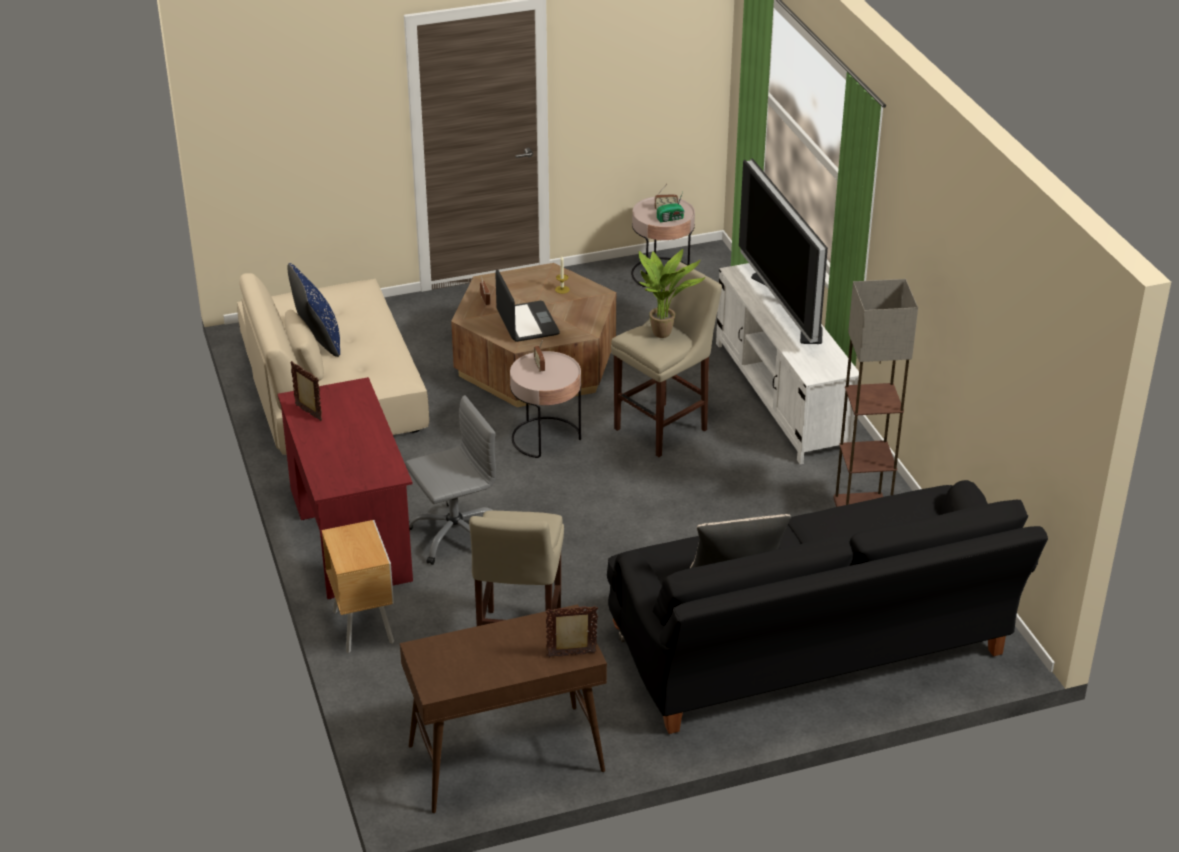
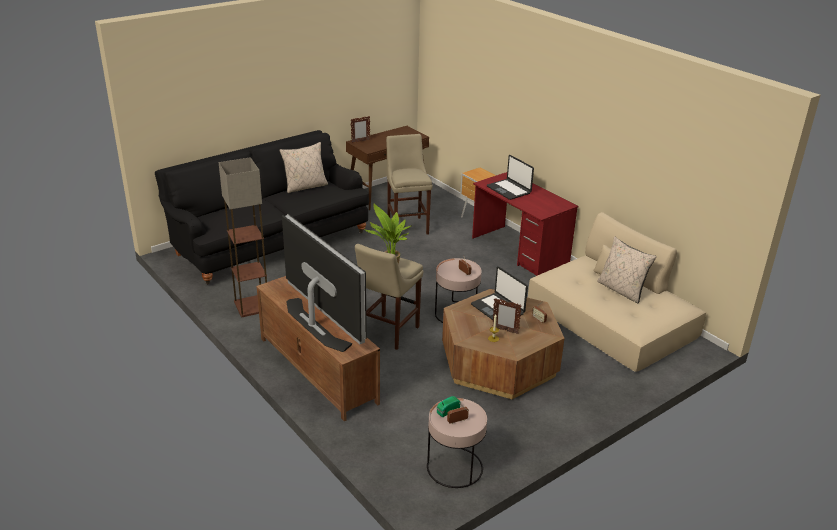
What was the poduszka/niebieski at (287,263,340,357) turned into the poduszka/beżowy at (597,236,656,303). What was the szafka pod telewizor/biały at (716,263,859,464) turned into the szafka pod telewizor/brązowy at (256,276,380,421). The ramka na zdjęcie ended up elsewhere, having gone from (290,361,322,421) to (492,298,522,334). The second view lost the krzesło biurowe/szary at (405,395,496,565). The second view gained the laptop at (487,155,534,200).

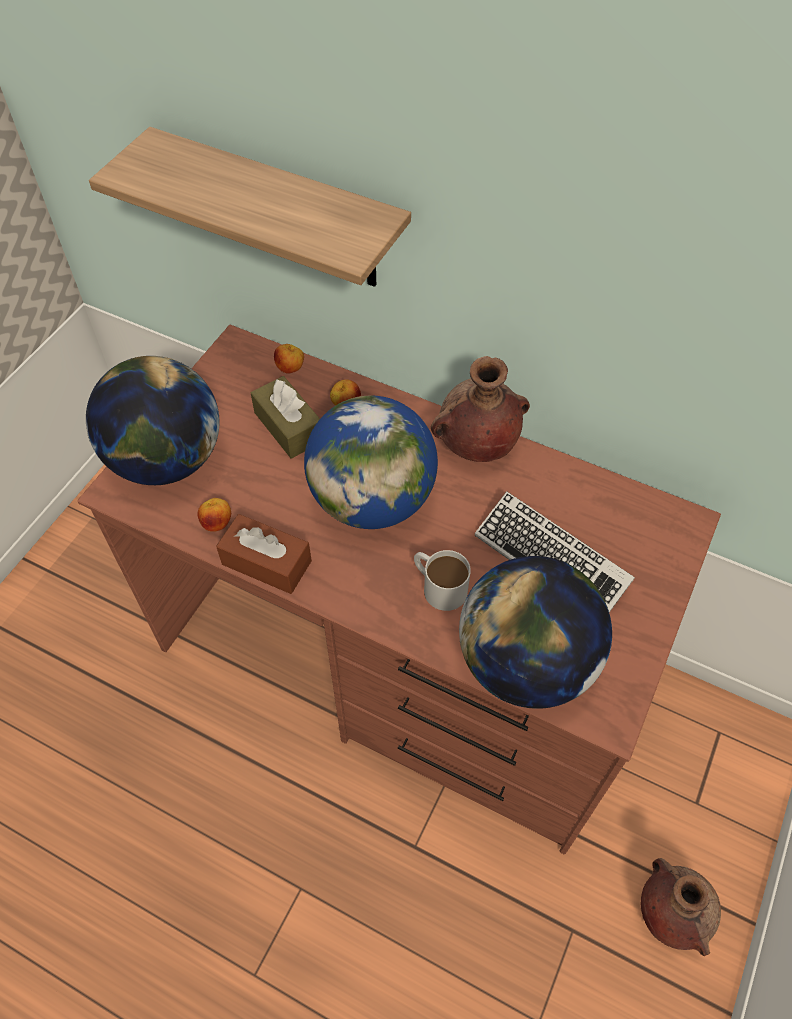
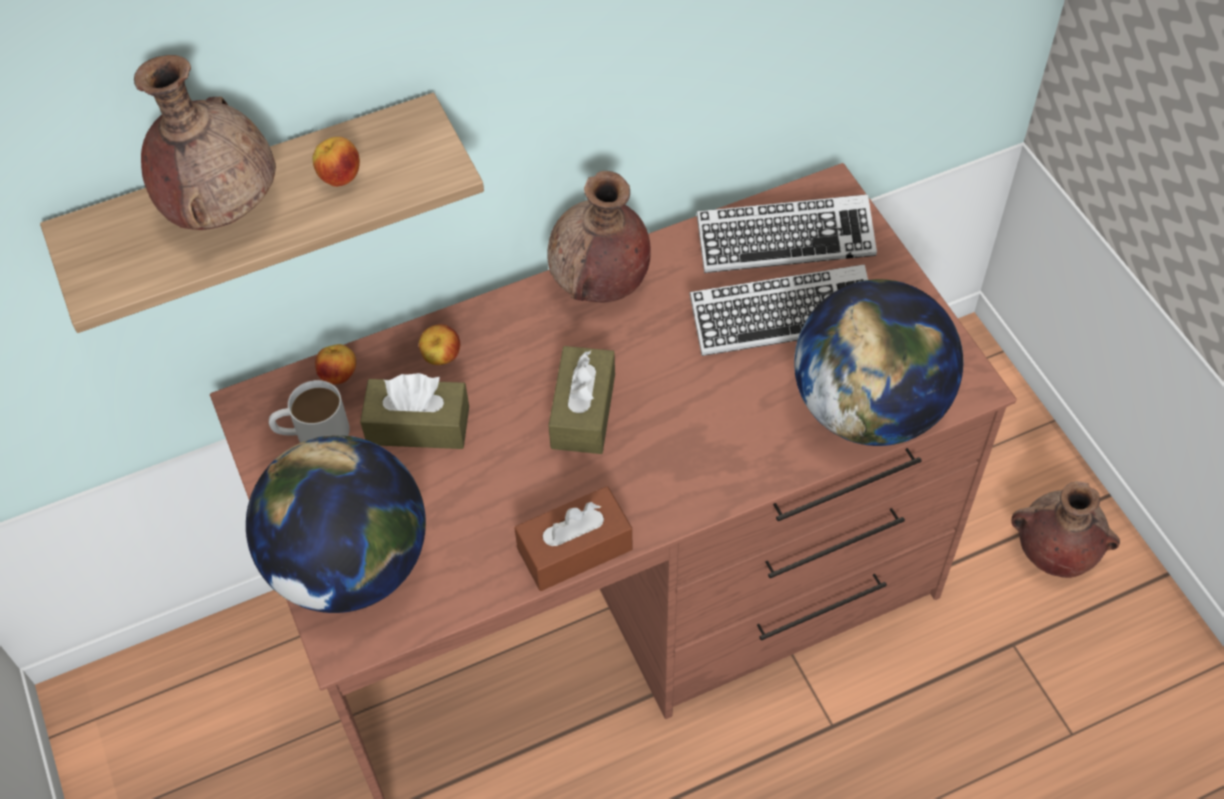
Where the globus stood at (304,395,438,529), the pudełko chusteczek/brązowy came to stand at (548,346,615,454). The jabłko ended up elsewhere, having gone from (197,498,231,532) to (312,137,360,187). The kubek/biały ended up elsewhere, having gone from (414,550,471,611) to (269,380,350,443). The second view gained the wazon/brązowy at (134,55,276,230). The second view gained the klawiatura at (696,194,877,273).

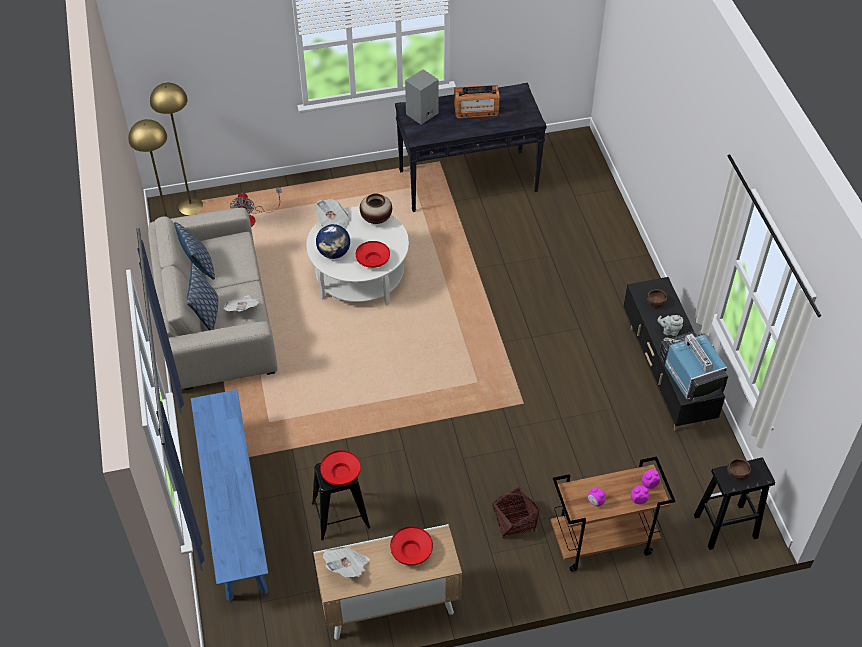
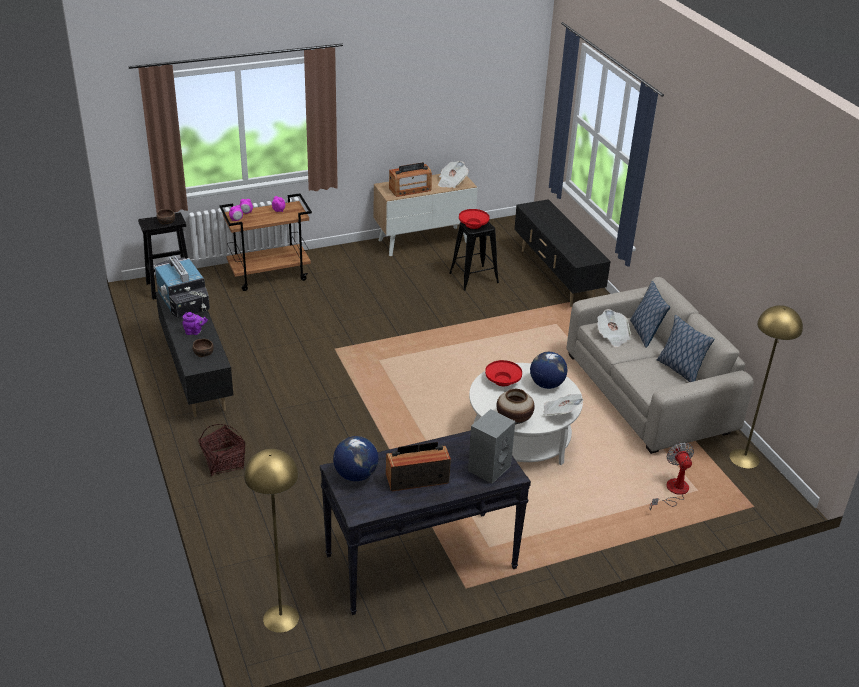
The lampa stojąca/żółty ended up elsewhere, having gone from (150,83,203,215) to (244,449,299,633). What was the imbryk/szary at (657,315,683,336) turned into the imbryk/fioletowy at (183,312,208,335). Where the ławka/niebieski stood at (191,390,268,602), the szafka pod telewizor/czarny came to stand at (514,199,611,307). The koszyk ended up elsewhere, having gone from (492,486,539,538) to (198,424,245,476). Where the miska/czerwony stood at (390,526,433,566), the radio came to stand at (389,162,432,197). The second view gained the globus at (333,436,378,481).

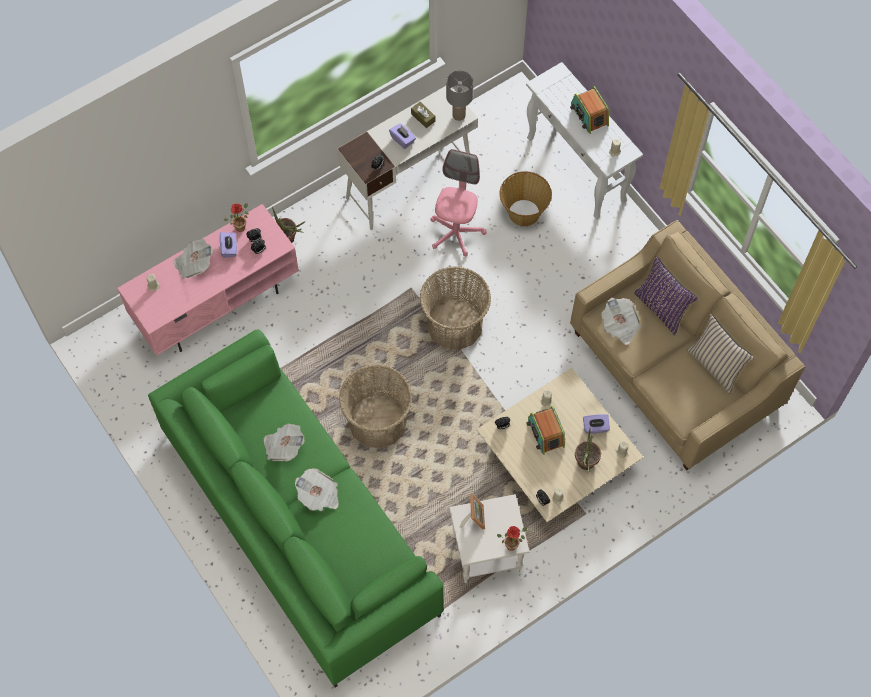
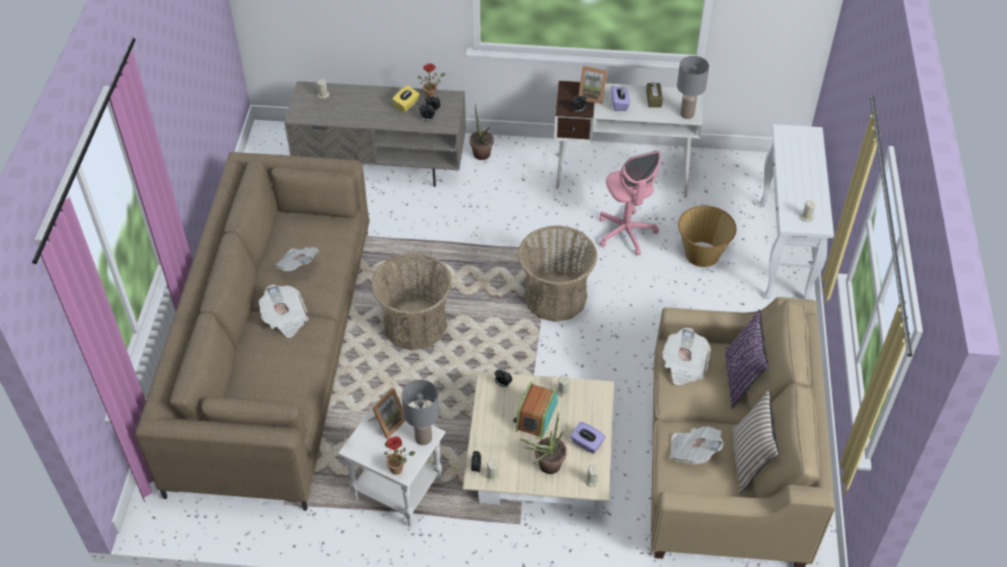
The second view lost the radio at (570,86,609,134). The krzesło biurowe/różowy at (430,149,486,257) ended up facing another way, 105 degrees clockwise from before. What was the szafka pod telewizor/różowy at (117,204,299,355) turned into the szafka pod telewizor/szary at (284,81,466,187). What was the pudełko chusteczek/fioletowy at (220,232,237,258) turned into the pudełko chusteczek/żółty at (392,85,419,112). The gazeta ended up elsewhere, having gone from (173,239,213,279) to (670,426,723,464). What was the kanapa/zielony at (148,330,444,687) turned into the kanapa/brązowy at (135,152,370,511). The second view gained the ramka na zdjęcie at (578,66,607,104). The second view gained the lampa stołowa/szary at (402,379,439,445).

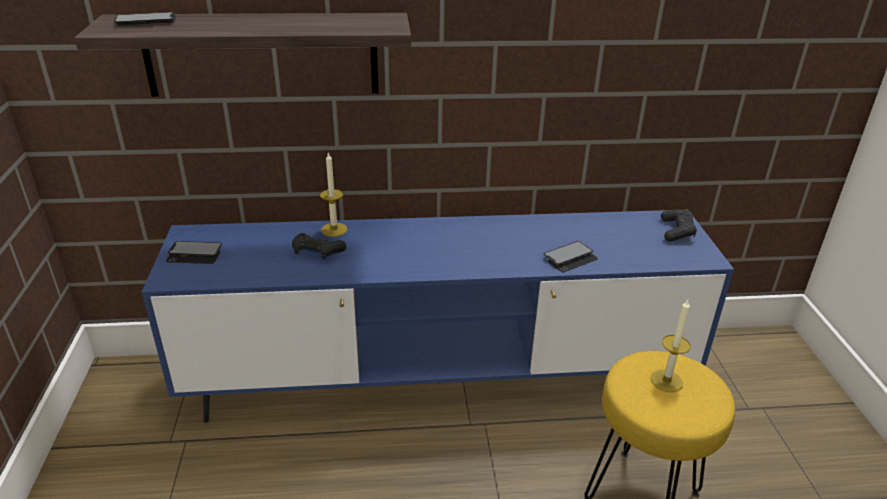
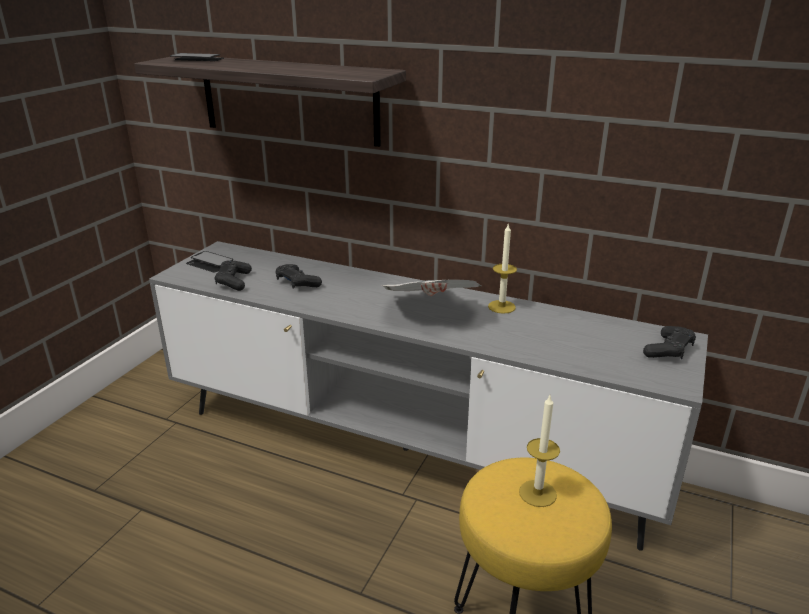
The świeca ended up elsewhere, having gone from (320,152,348,237) to (488,224,517,314). What was the szafka pod telewizor/niebieski at (142,210,734,423) turned into the szafka pod telewizor/szary at (149,241,708,551). The second view lost the telefon at (543,241,598,272). The second view gained the pad do gier/czarny at (214,260,252,291). The second view gained the gazeta at (381,279,481,296).

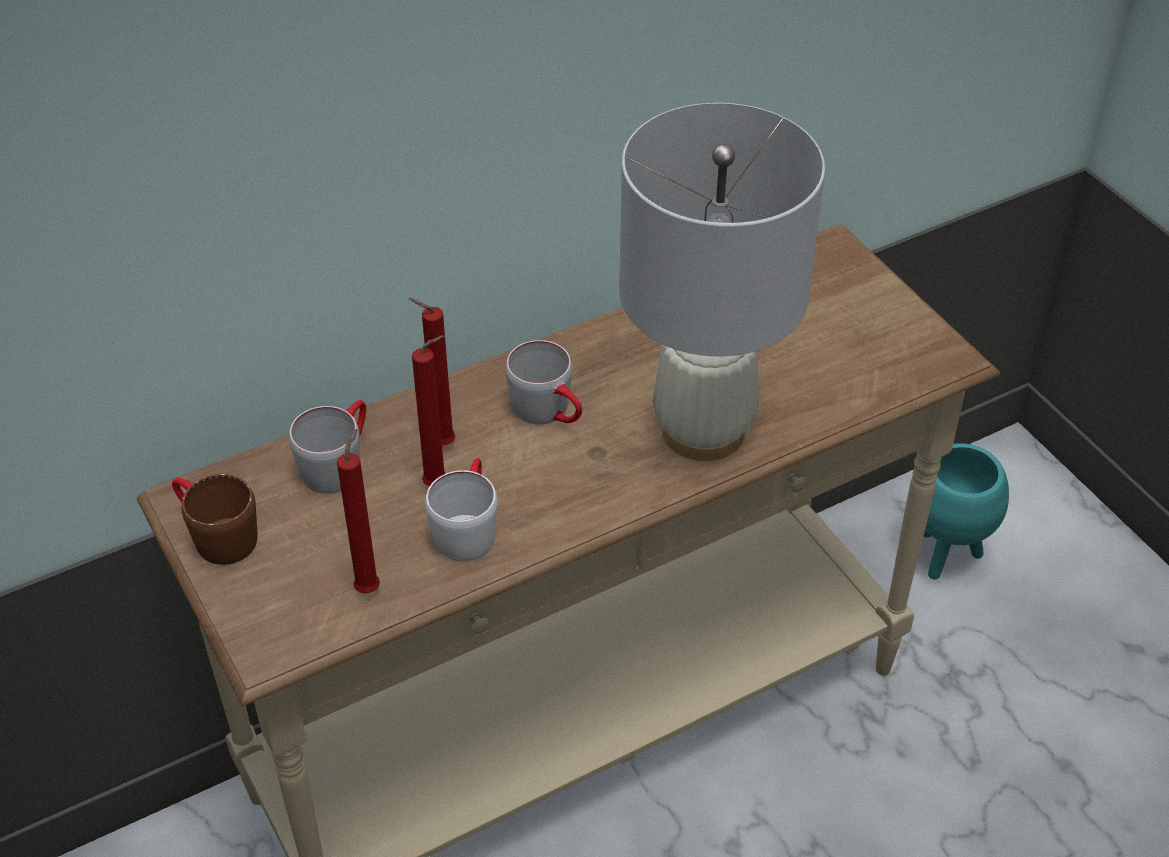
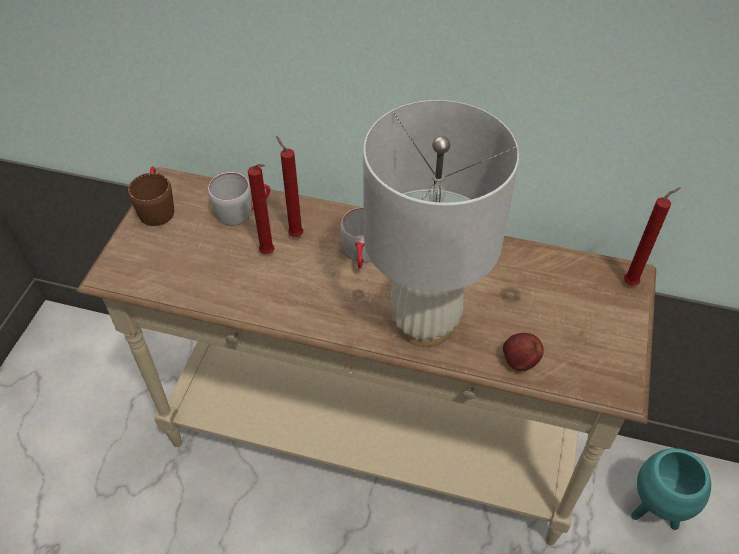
The świeca/czerwony ended up elsewhere, having gone from (337,429,380,594) to (624,187,681,286). The second view lost the kubek/biały at (425,458,498,561). The second view gained the jabłko at (503,333,544,371).

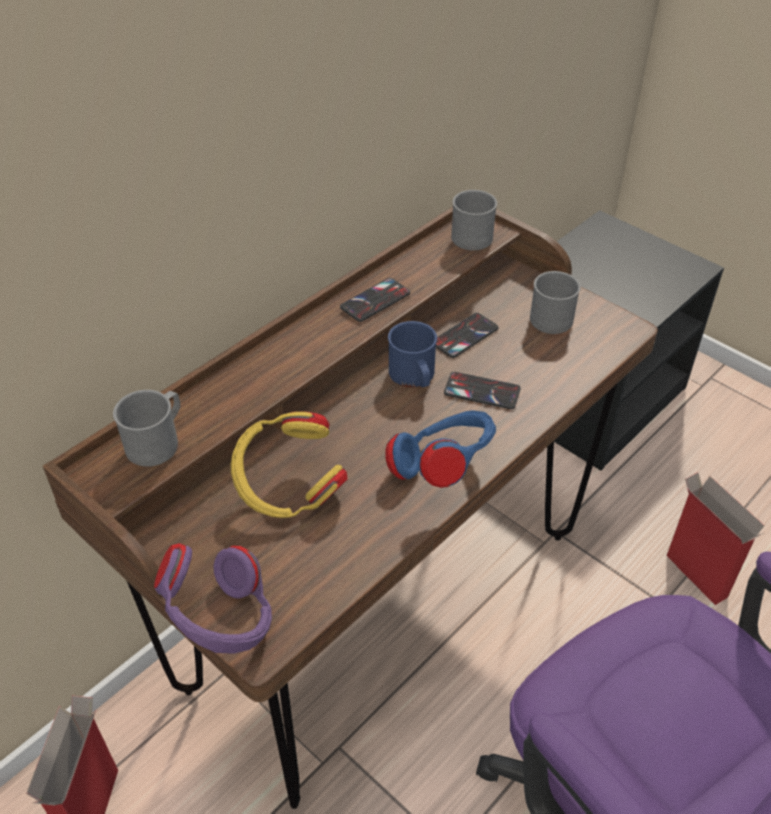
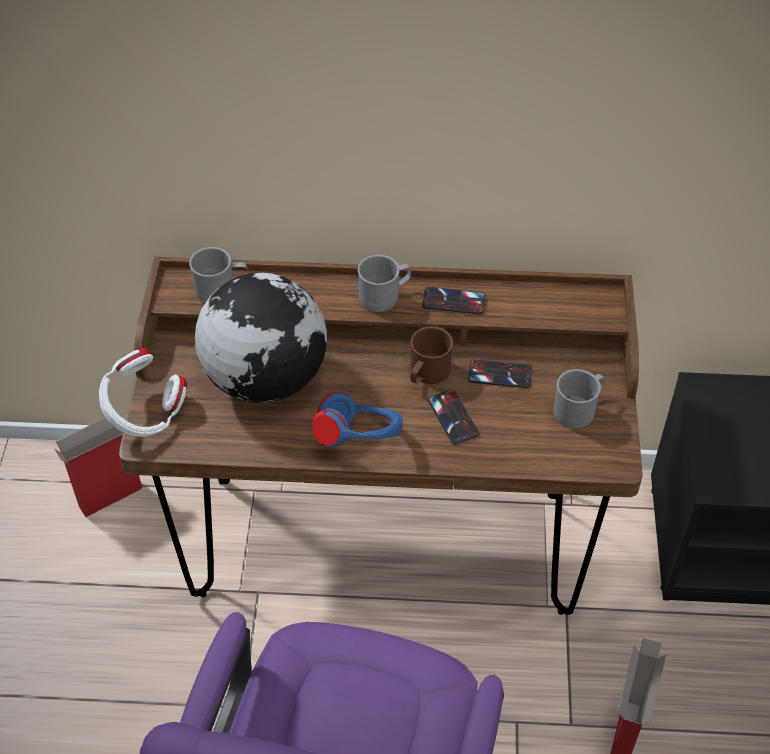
The kubek/szary ended up elsewhere, having gone from (451,190,497,250) to (358,255,411,312). What was the kubek/niebieski at (388,321,437,388) turned into the kubek/brązowy at (411,326,453,384). Where the słuchawki/żółty stood at (231,411,348,518), the globus came to stand at (195,273,327,403). What was the słuchawki/fioletowy at (154,543,272,654) turned into the słuchawki/biały at (99,348,187,437).

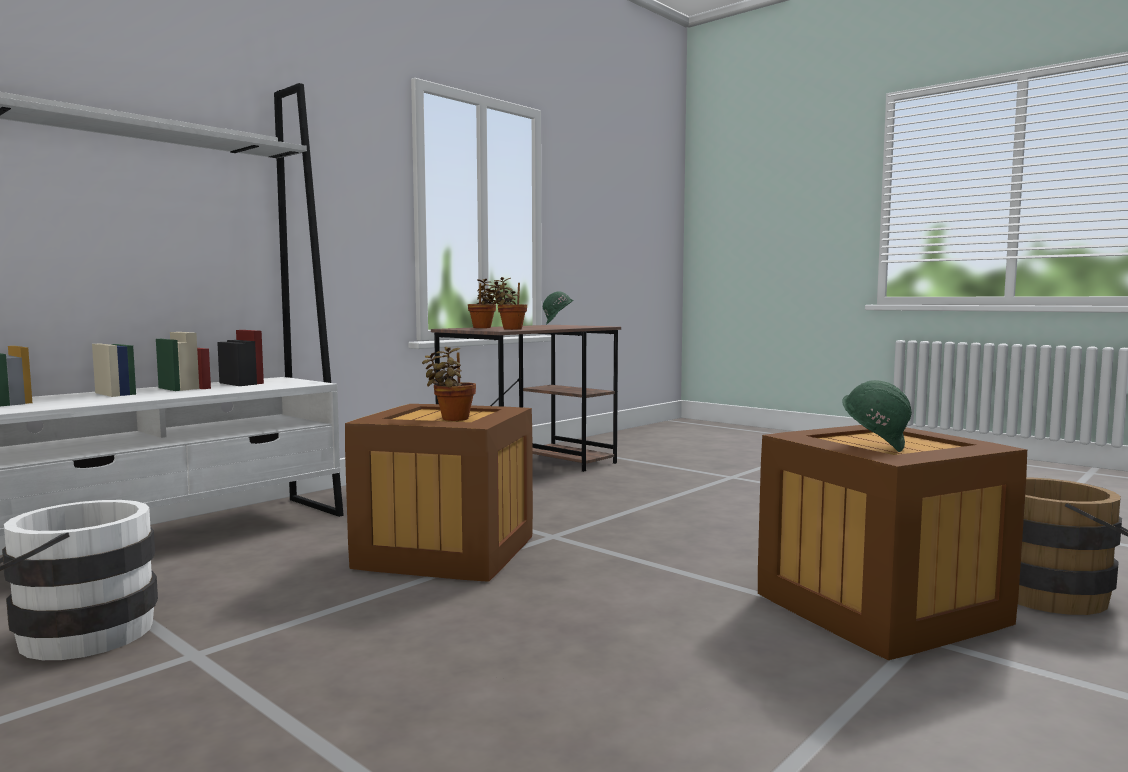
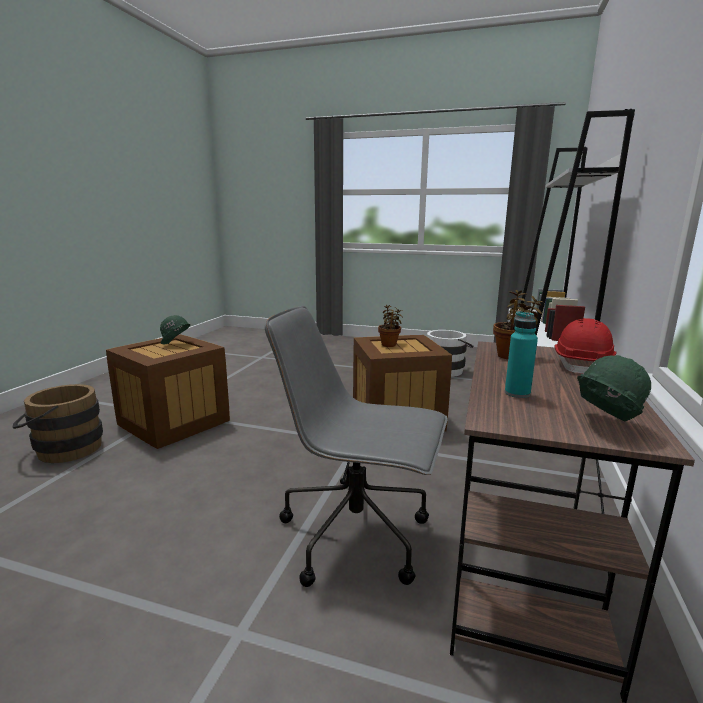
Where the roślina doniczkowa stood at (468,279,501,328), the kask/czerwony came to stand at (554,318,616,374). The second view gained the krzesło biurowe/szary at (265,306,448,587). The second view gained the butelka/turkusowy at (505,311,538,398).

